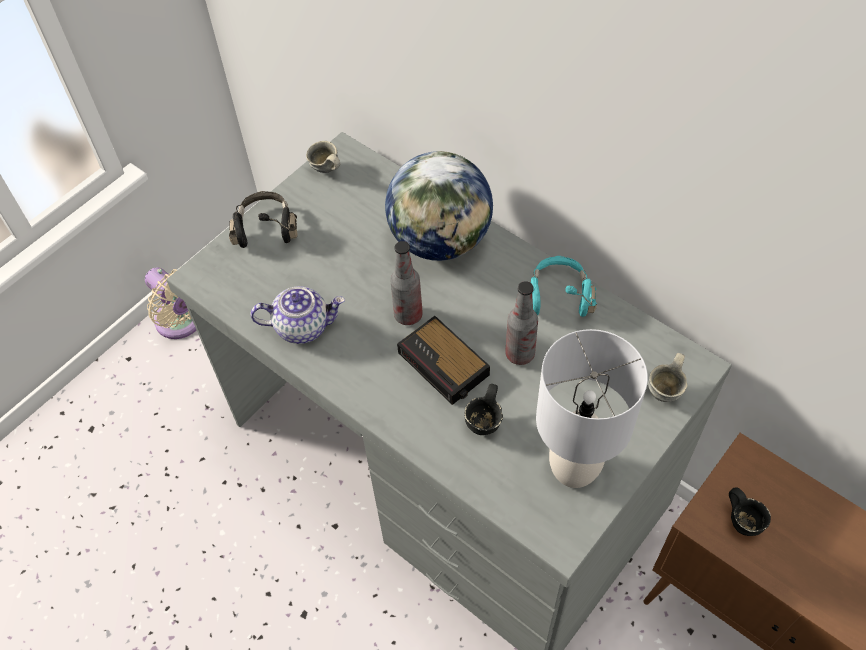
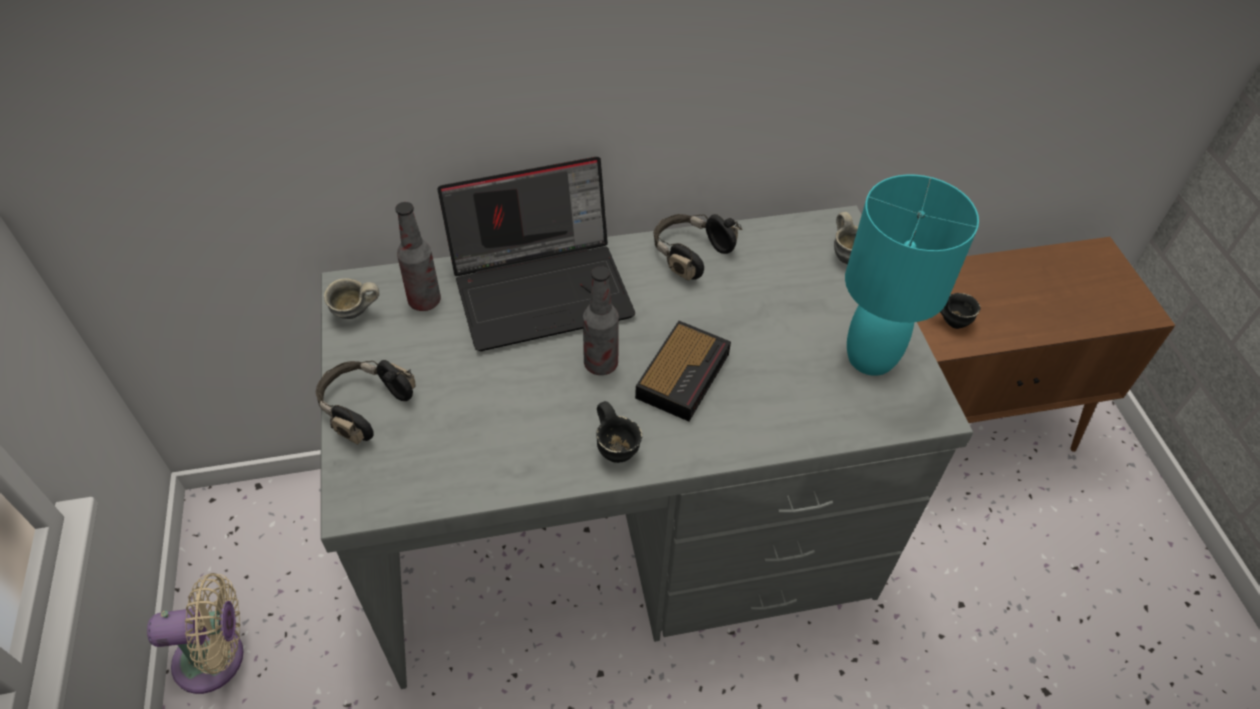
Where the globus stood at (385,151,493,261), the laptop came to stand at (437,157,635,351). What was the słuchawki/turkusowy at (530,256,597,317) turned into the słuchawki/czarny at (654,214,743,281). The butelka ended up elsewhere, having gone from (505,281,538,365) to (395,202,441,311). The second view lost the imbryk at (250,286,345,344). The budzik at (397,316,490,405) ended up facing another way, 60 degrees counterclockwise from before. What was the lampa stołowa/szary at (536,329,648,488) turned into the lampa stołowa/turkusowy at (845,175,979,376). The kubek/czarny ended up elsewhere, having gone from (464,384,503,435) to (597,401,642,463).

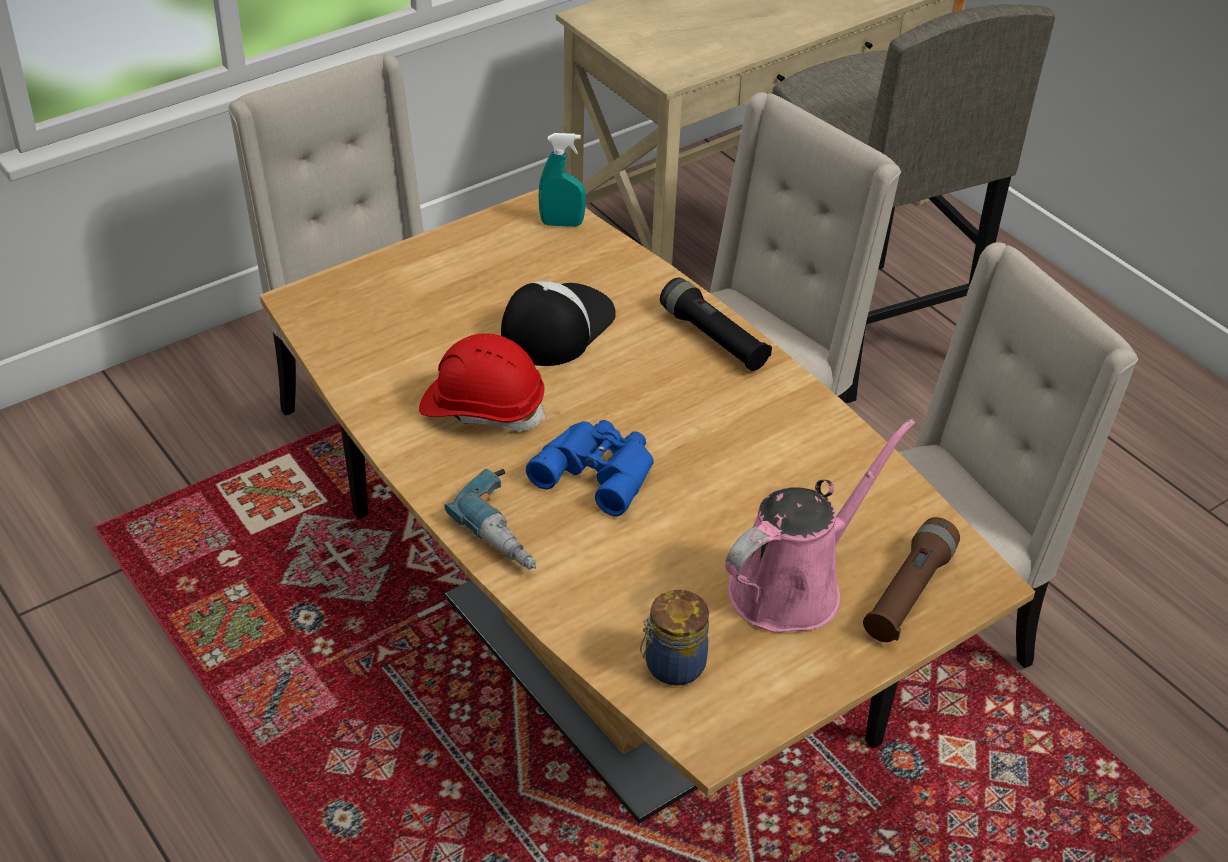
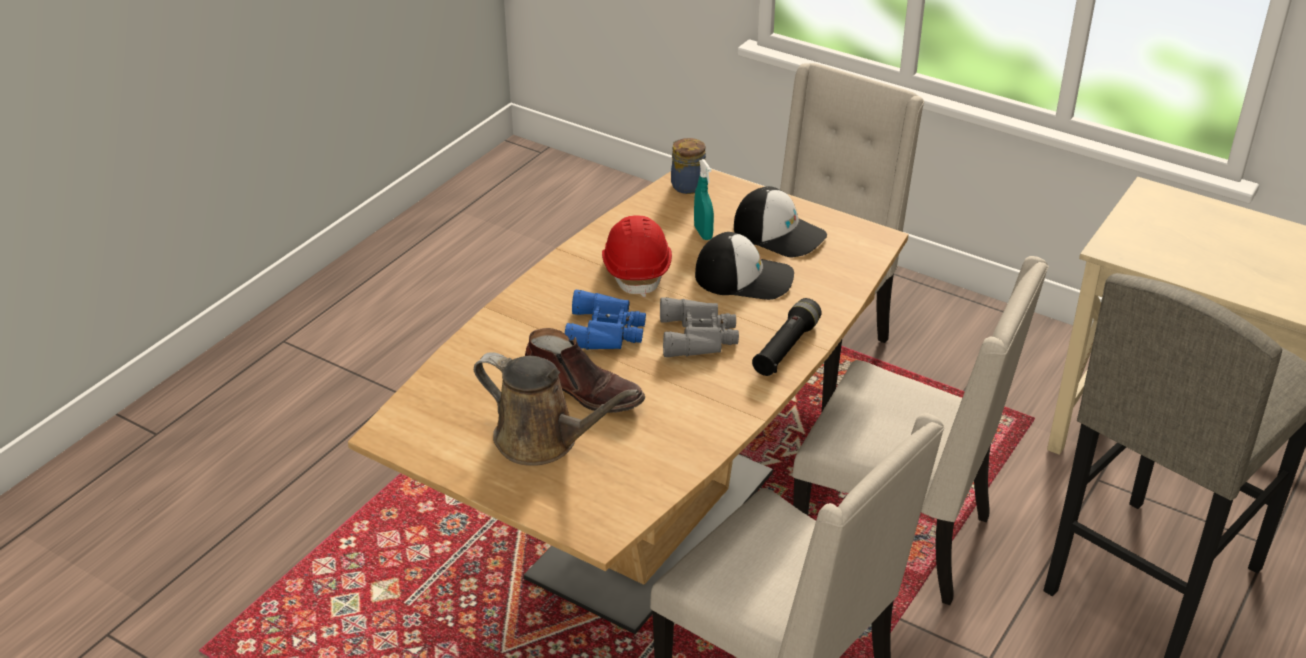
The spryskiwacz/turkusowy ended up elsewhere, having gone from (539,133,586,227) to (694,159,714,240). What was the konewka/różowy at (725,419,915,633) turned into the konewka/brązowy at (474,352,639,466). The second view lost the wiertarka at (444,469,536,569). The second view lost the latarka/brązowy at (863,517,960,642). The słoik ended up elsewhere, having gone from (640,590,709,686) to (671,138,706,194). The second view gained the czapka z daszkiem at (734,186,827,258). The second view gained the lornetka/szary at (660,297,739,357). The second view gained the but z cholewką/brązowy at (525,328,645,413).

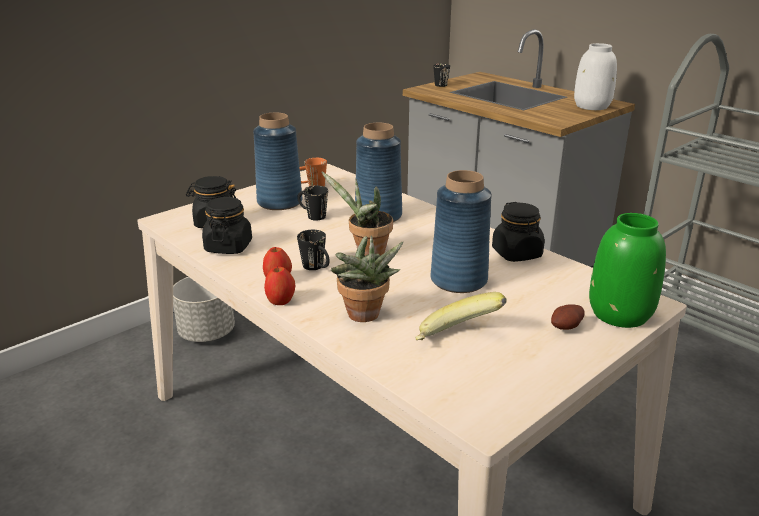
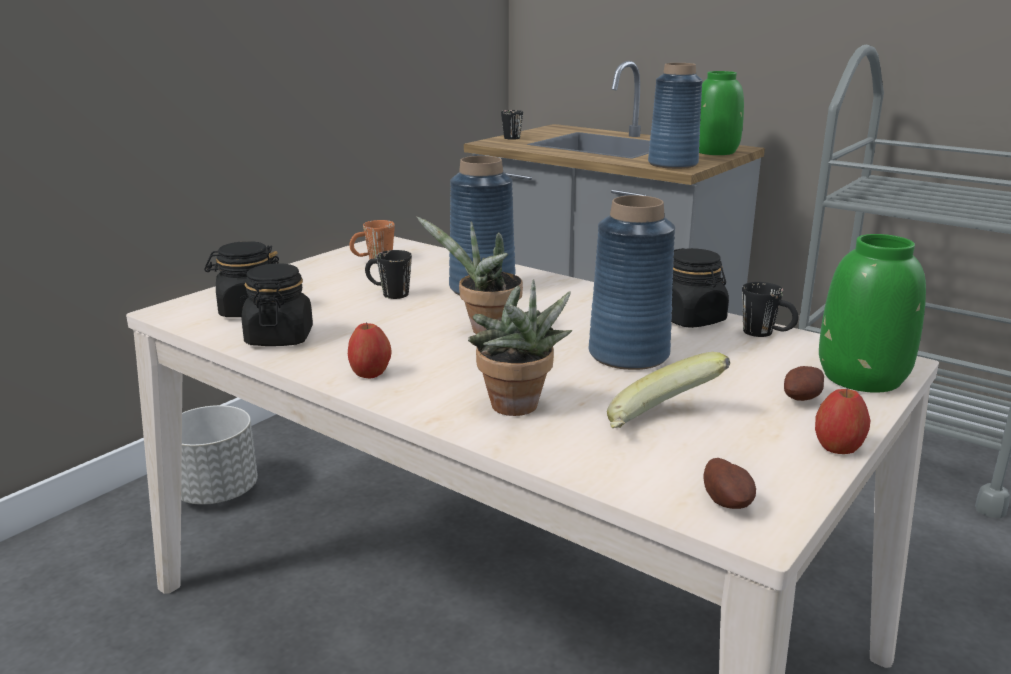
What was the wazon/biały at (574,43,617,110) turned into the wazon/zielony at (699,71,744,155). The wazon/niebieski ended up elsewhere, having gone from (253,113,303,210) to (648,63,703,169). The kubek/czarny ended up elsewhere, having gone from (297,230,330,270) to (742,282,798,337). The jabłko ended up elsewhere, having gone from (264,267,295,305) to (815,389,870,454). The second view gained the ziemniak at (703,458,756,509).

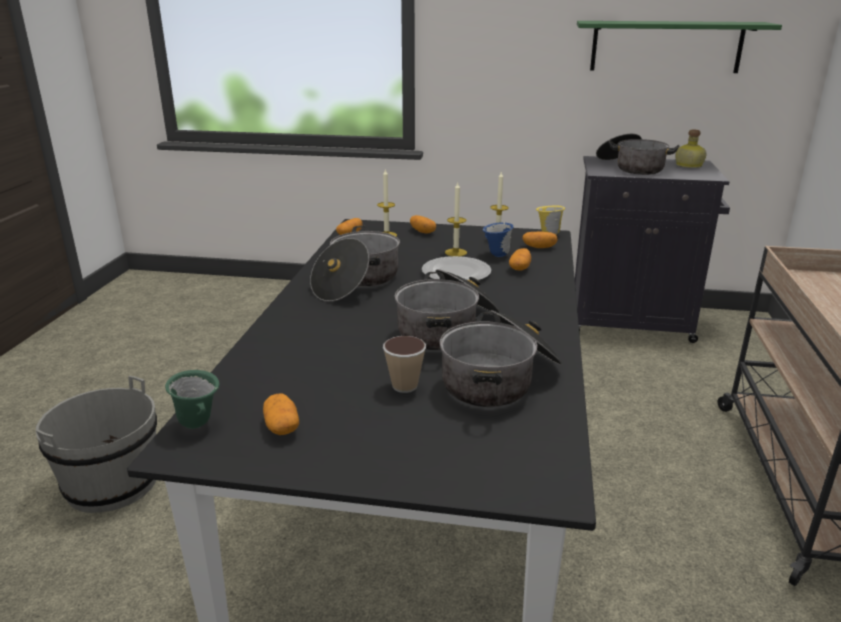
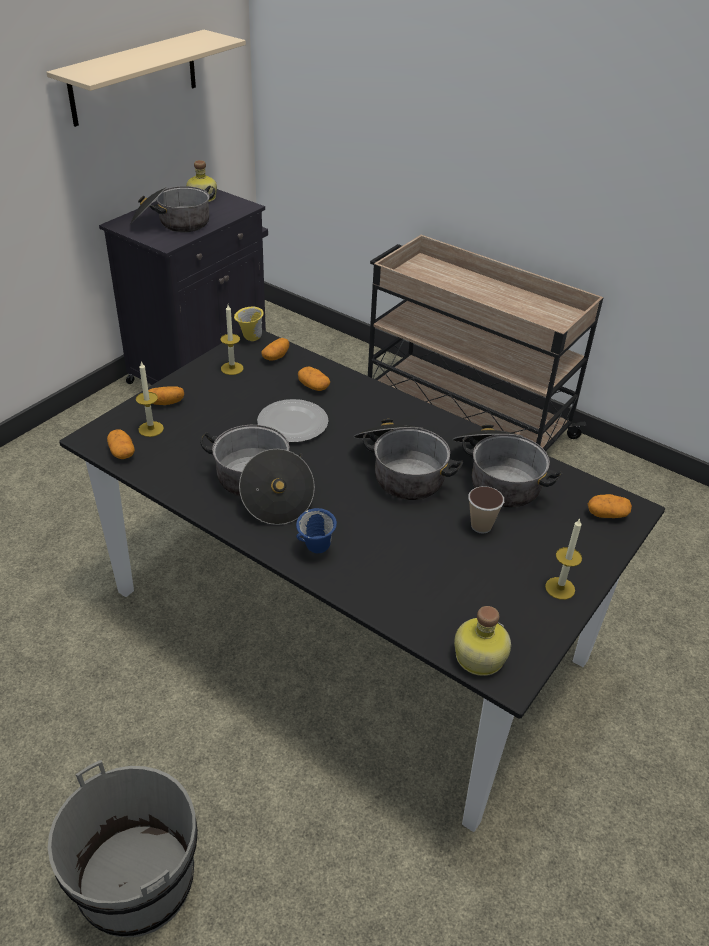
What was the półka/zielony at (577,21,782,73) turned into the półka/beżowy at (47,30,246,127). The świeca ended up elsewhere, having gone from (445,182,467,256) to (545,519,582,600). The kubek/niebieski ended up elsewhere, having gone from (482,222,513,257) to (296,508,337,553). Where the kubek/zielony stood at (165,370,220,429), the butelka came to stand at (454,606,511,676). The ziemniak ended up elsewhere, having gone from (263,394,299,435) to (588,494,632,518).

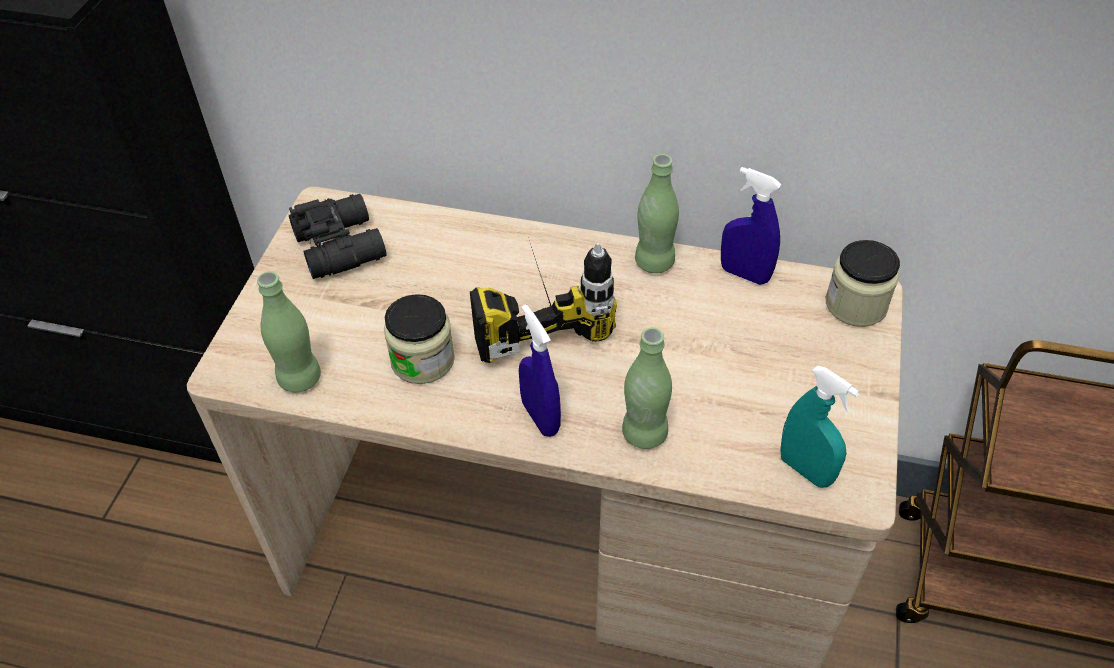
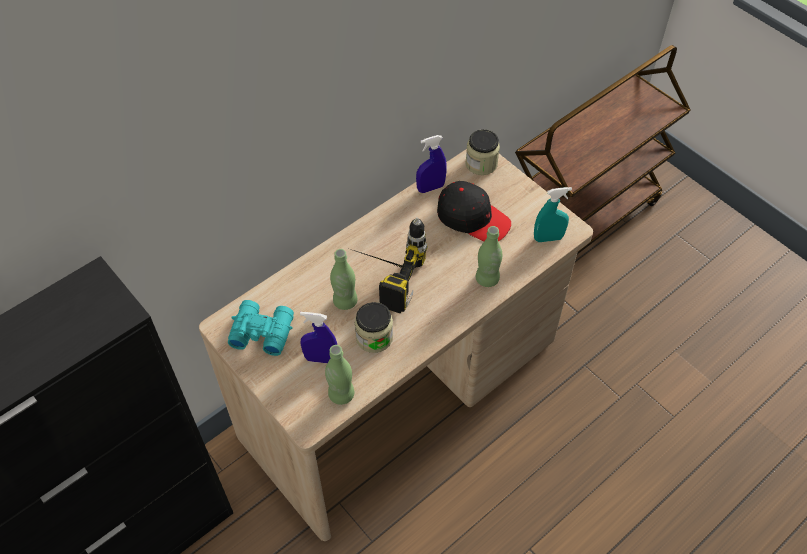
The butelka/zielony ended up elsewhere, having gone from (635,154,679,273) to (330,249,357,310). What was the lornetka/czarny at (289,194,386,279) turned into the lornetka/turkusowy at (228,300,294,356). The spryskiwacz/niebieski ended up elsewhere, having gone from (519,304,561,437) to (300,312,337,363). The second view gained the czapka z daszkiem/czarny at (437,181,511,242).

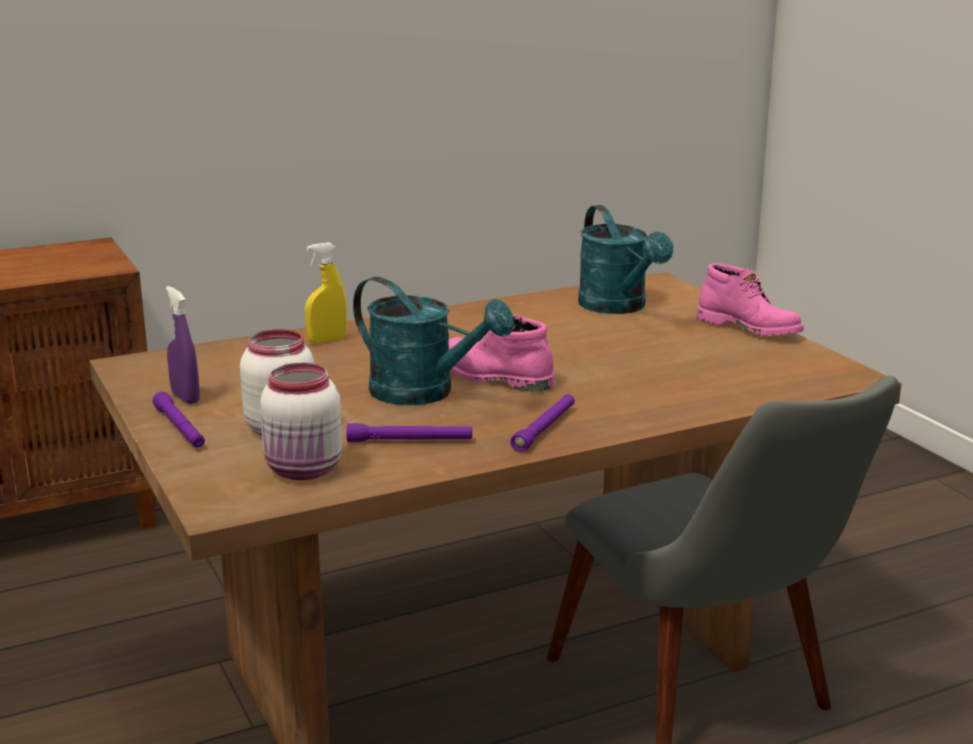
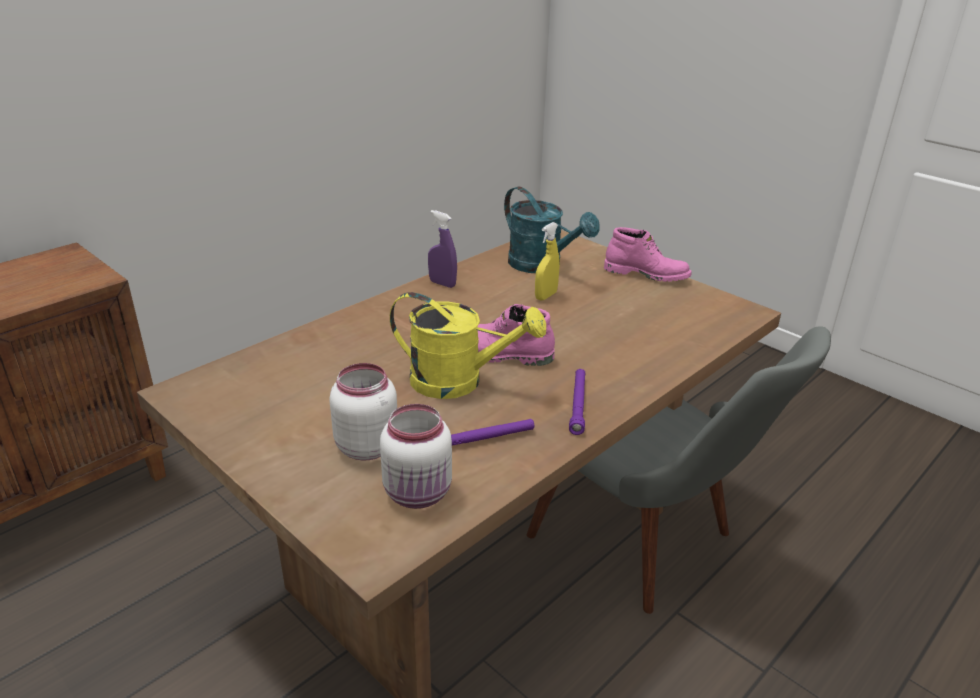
The spryskiwacz/żółty ended up elsewhere, having gone from (305,242,347,344) to (535,222,560,301). What was the konewka/turkusowy at (353,277,514,405) turned into the konewka/żółty at (390,292,546,399). The spryskiwacz/fioletowy ended up elsewhere, having gone from (166,286,200,404) to (428,210,457,288). The second view lost the latarka/fioletowy at (153,392,205,448).

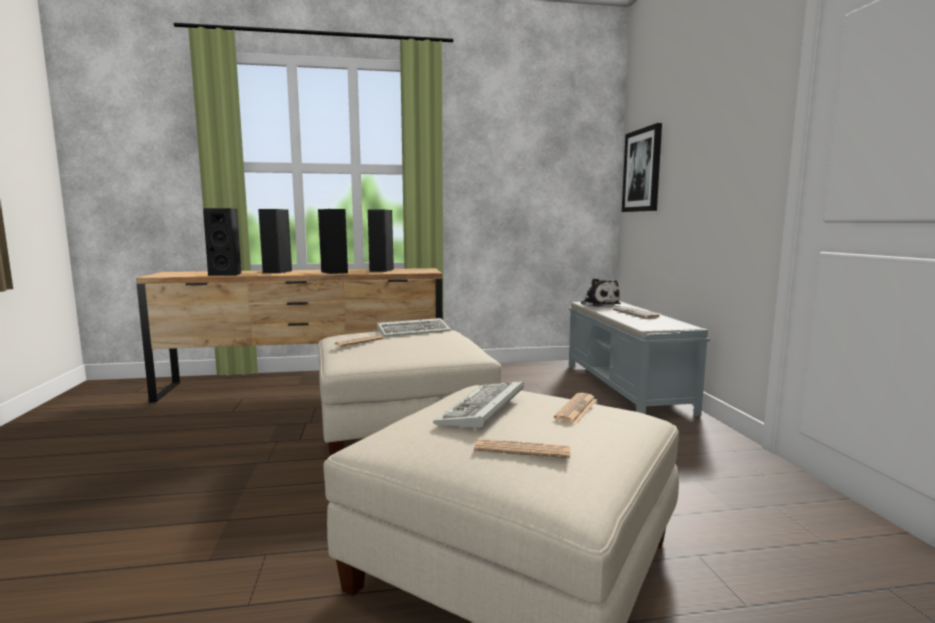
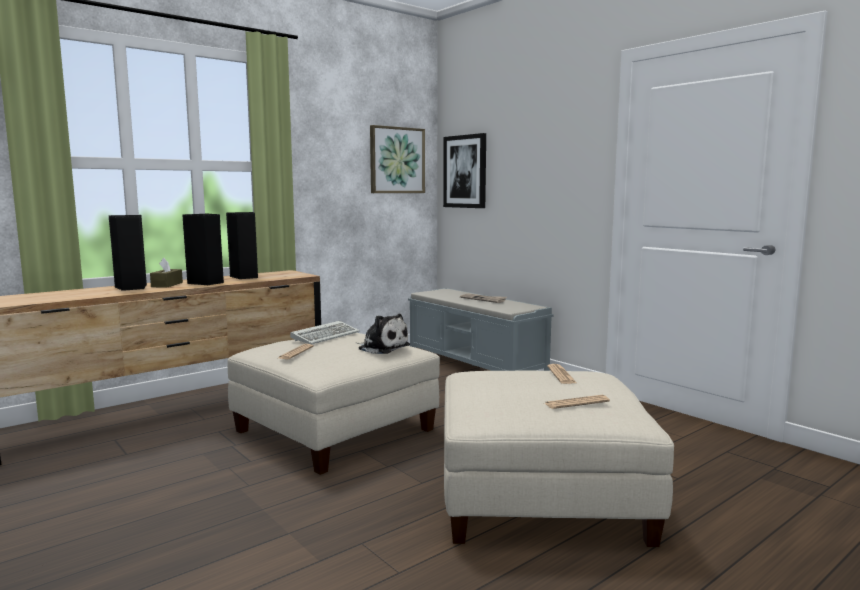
The second view lost the głośnik/czarny at (203,208,241,276). The pluszak ended up elsewhere, having gone from (580,278,621,307) to (357,314,410,354). The second view lost the klawiatura at (433,381,524,430). The second view gained the obraz at (370,125,425,193). The second view gained the pudełko chusteczek/brązowy at (150,258,183,288).

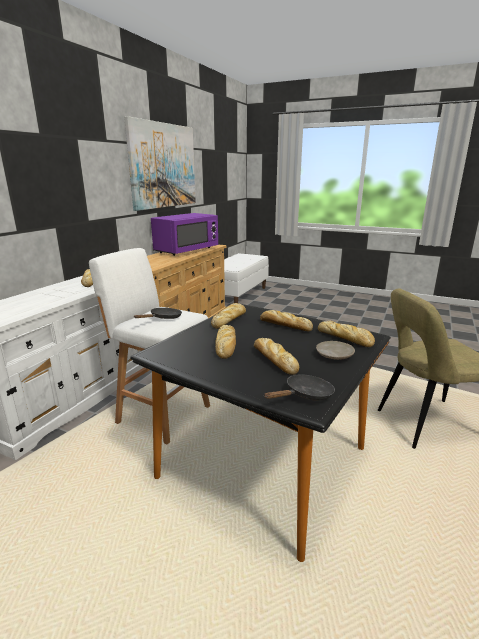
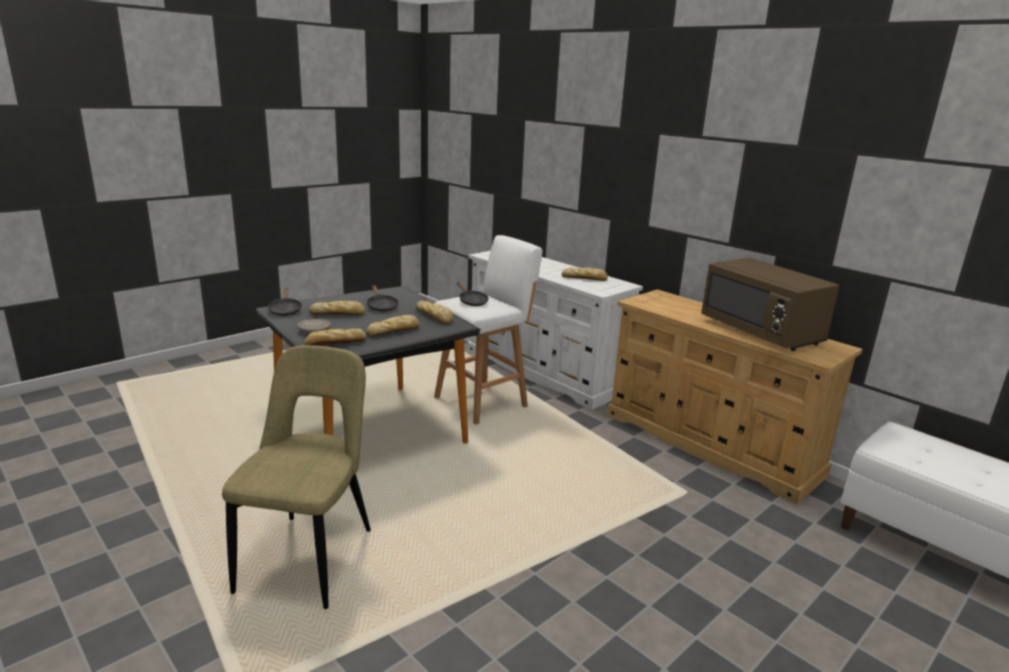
The second view lost the obraz at (124,116,196,211). What was the mikrofalówka/fioletowy at (151,213,218,256) turned into the mikrofalówka/brązowy at (701,258,839,351). Where the chleb stood at (215,325,236,359), the patelnia/czarny came to stand at (367,285,398,312).

